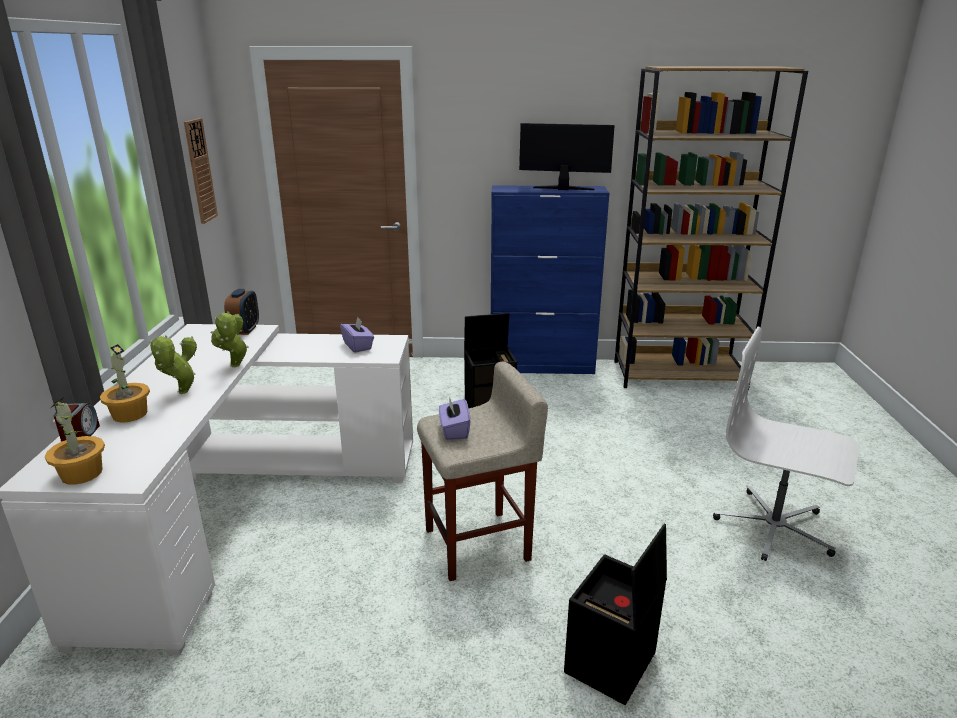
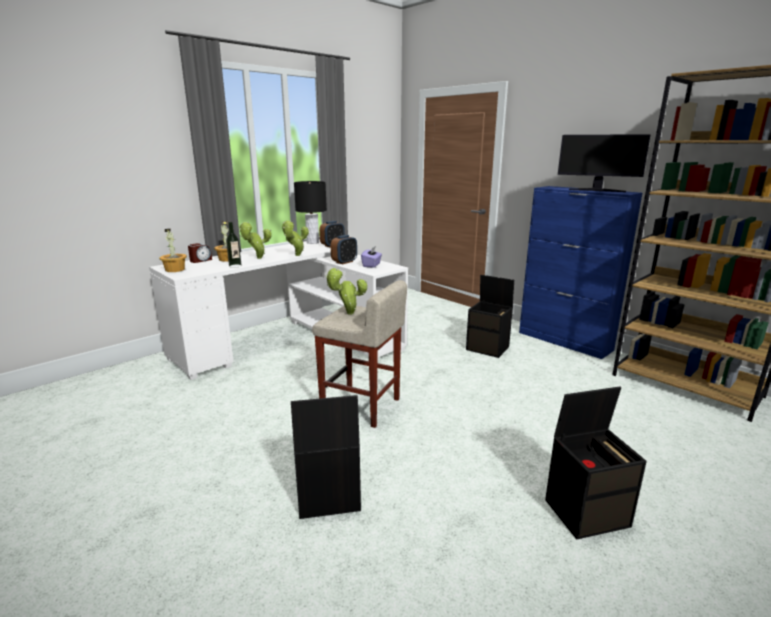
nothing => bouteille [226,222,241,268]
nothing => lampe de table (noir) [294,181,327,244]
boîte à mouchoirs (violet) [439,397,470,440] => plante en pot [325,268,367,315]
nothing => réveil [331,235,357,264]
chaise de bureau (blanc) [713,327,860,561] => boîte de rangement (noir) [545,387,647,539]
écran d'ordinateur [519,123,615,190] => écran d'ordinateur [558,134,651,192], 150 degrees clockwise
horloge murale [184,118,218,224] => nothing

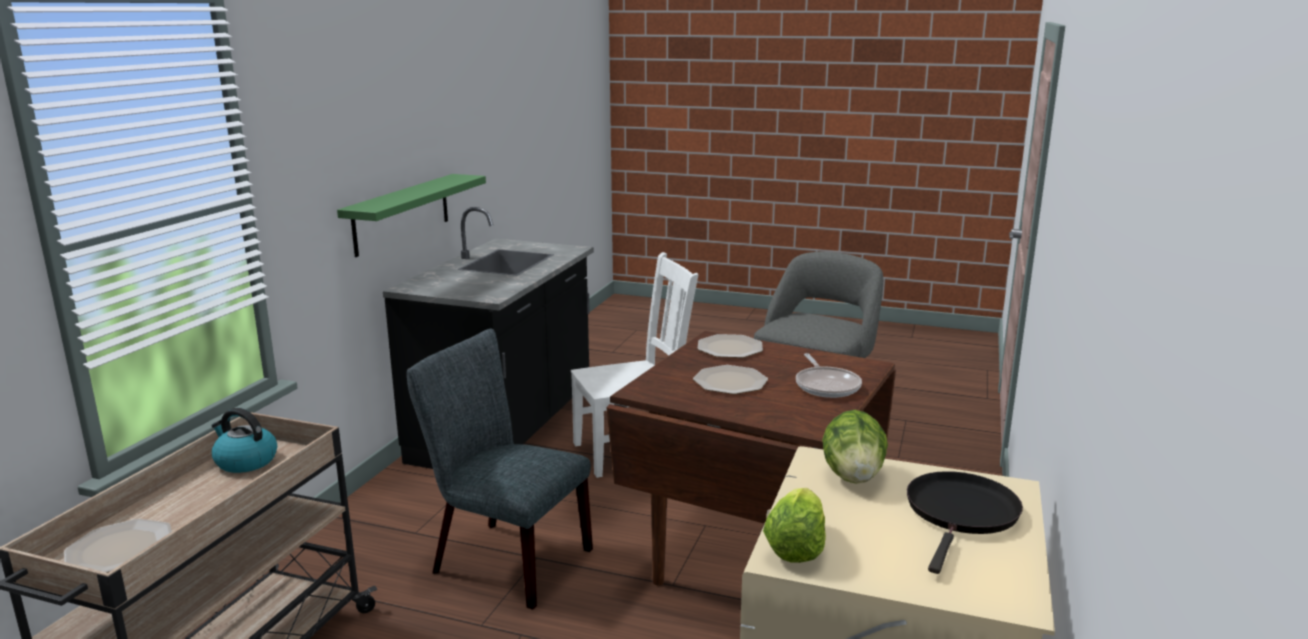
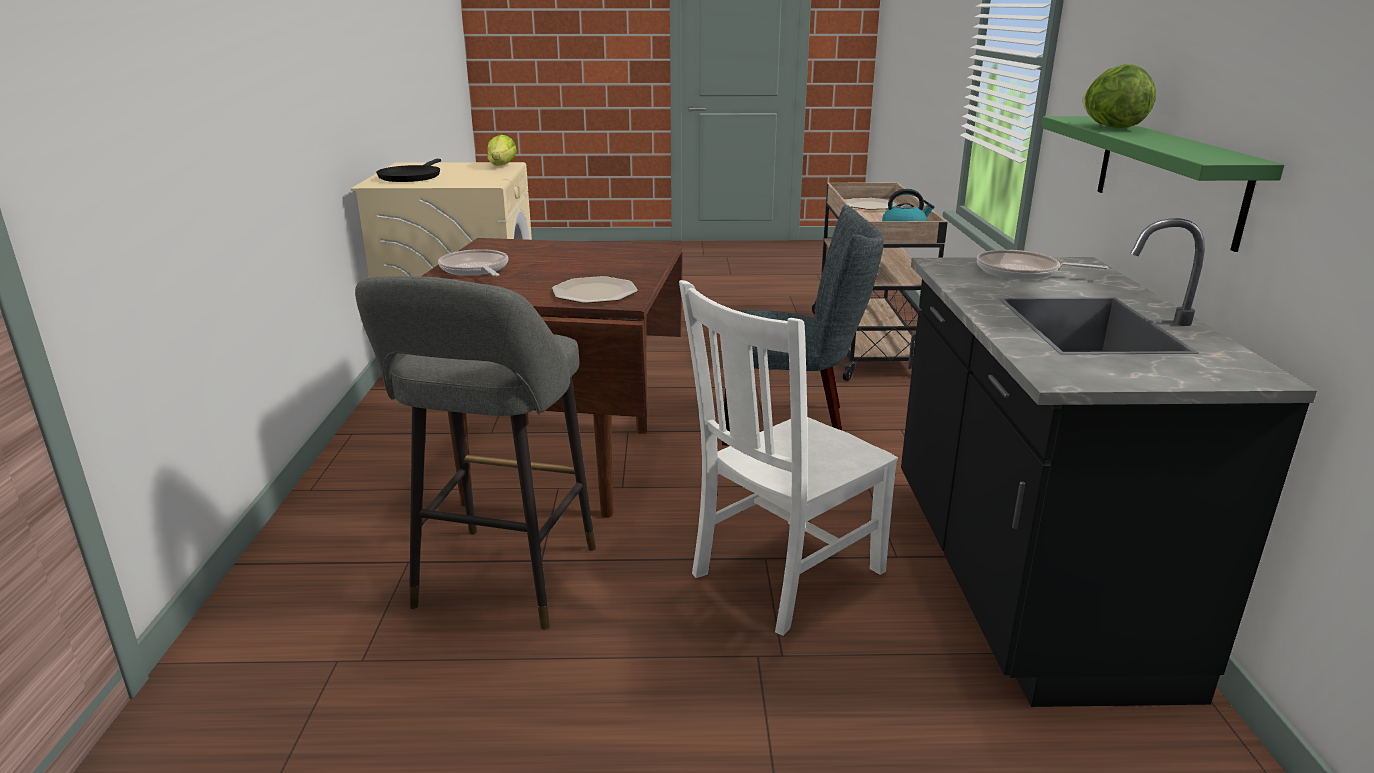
nothing => poêle [977,250,1109,280]
laitue [822,410,888,484] => laitue [1082,64,1156,128], relocated
assiette [693,365,768,394] => nothing

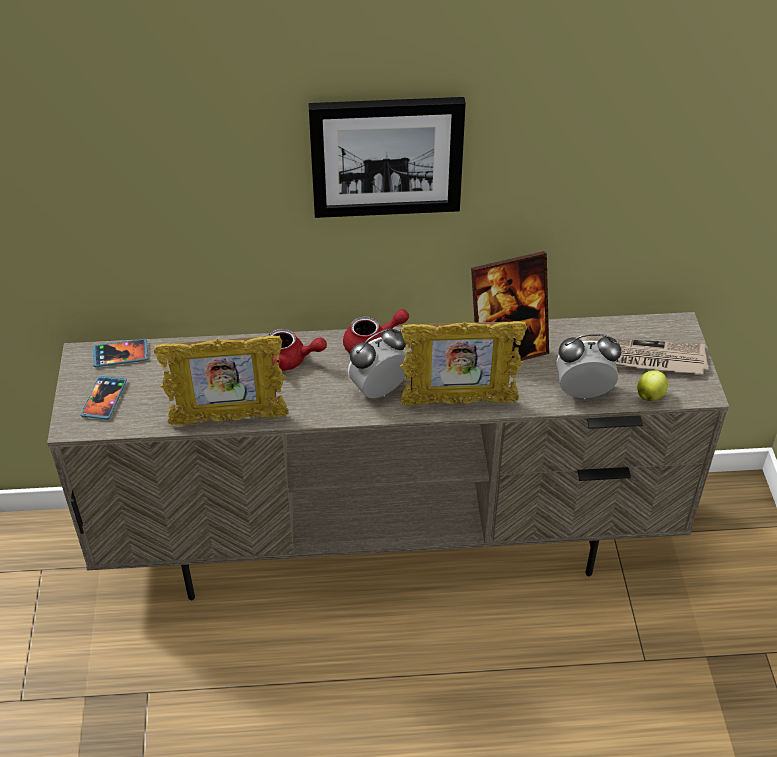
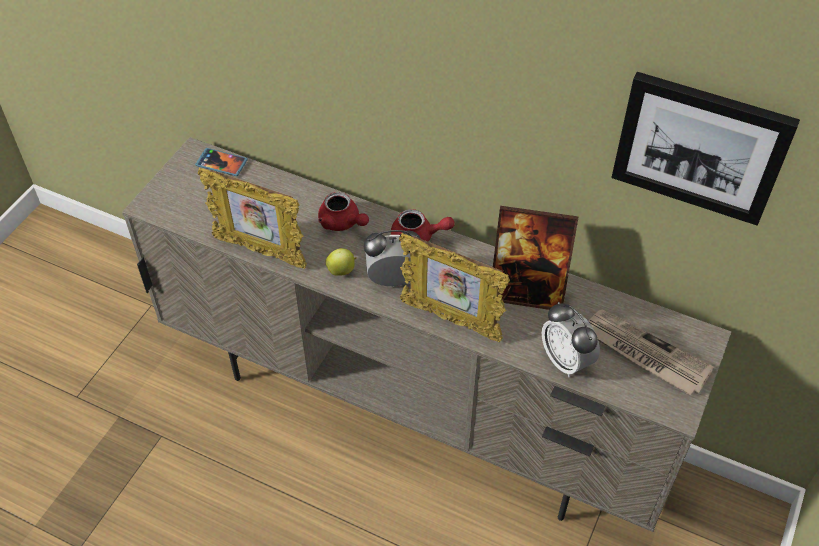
pomme [637,370,668,401] => pomme [325,248,357,276], relocated
réveil [557,334,621,399] => réveil [542,302,600,377], 150 degrees counterclockwise
tableau [309,97,466,218] => tableau [611,72,800,226], relocated
téléphone [81,376,127,420] => nothing

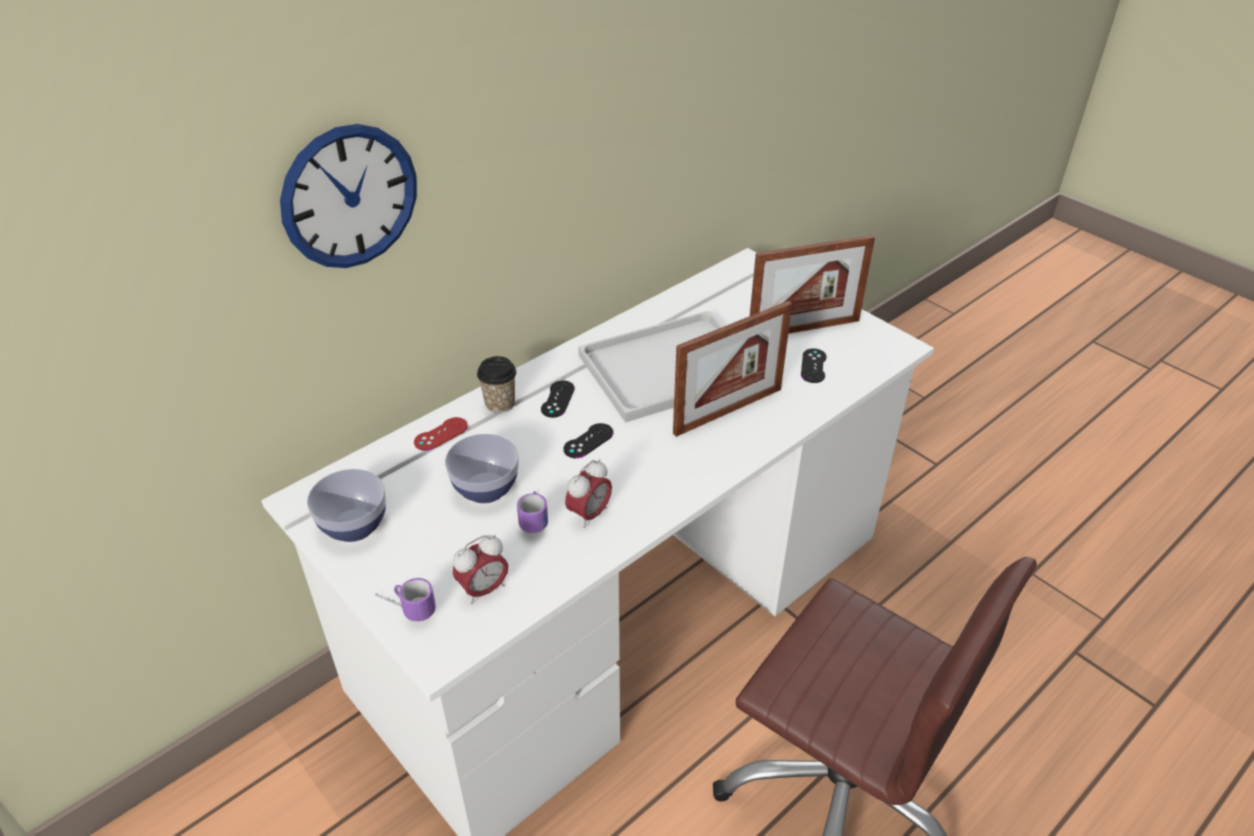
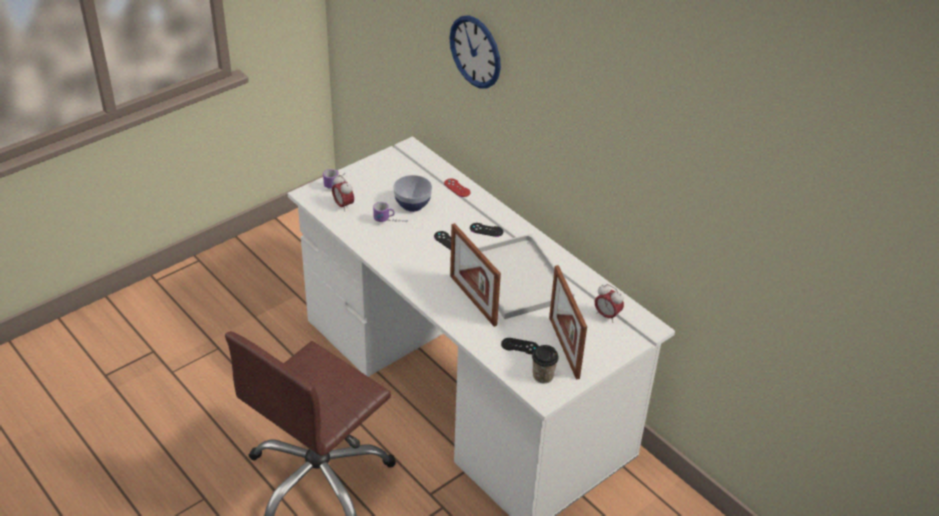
tasse [477,356,516,413] => tasse [532,345,559,383], relocated
réveil [565,459,612,528] => réveil [595,284,624,323], relocated
bol [307,469,386,542] => nothing

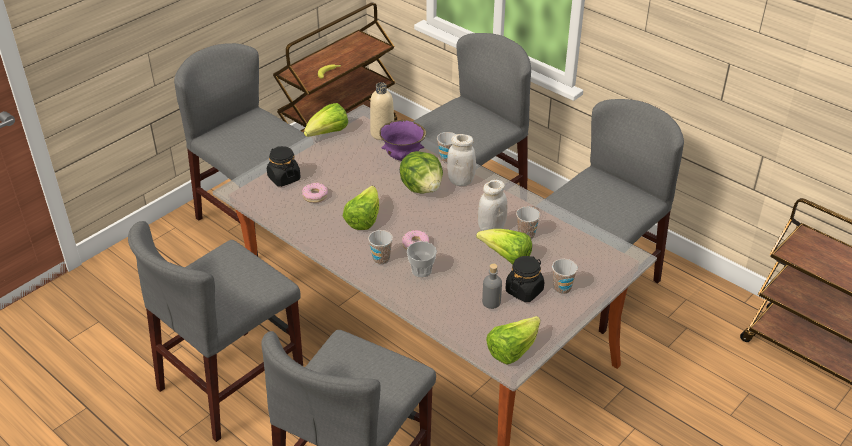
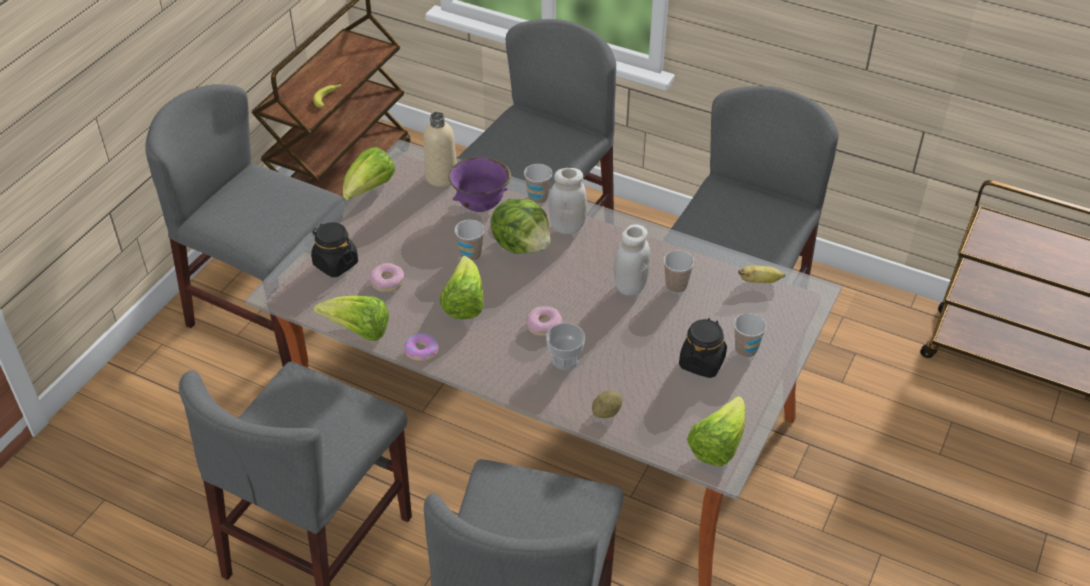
laitue [476,229,532,265] => laitue [314,296,389,341], relocated
nothing => beignet [404,333,439,361]
tasse [368,230,393,264] => tasse [454,220,484,261], relocated
nothing => pomme de terre [592,391,622,418]
nothing => banane [738,265,786,283]
bouteille (gris) [482,263,502,309] => nothing

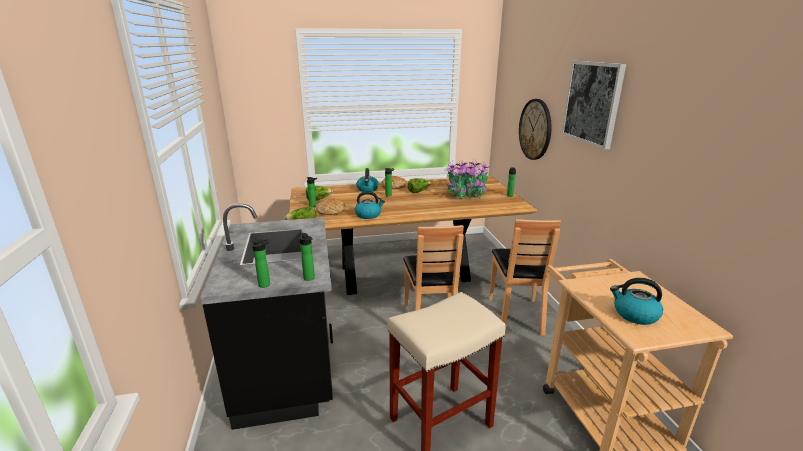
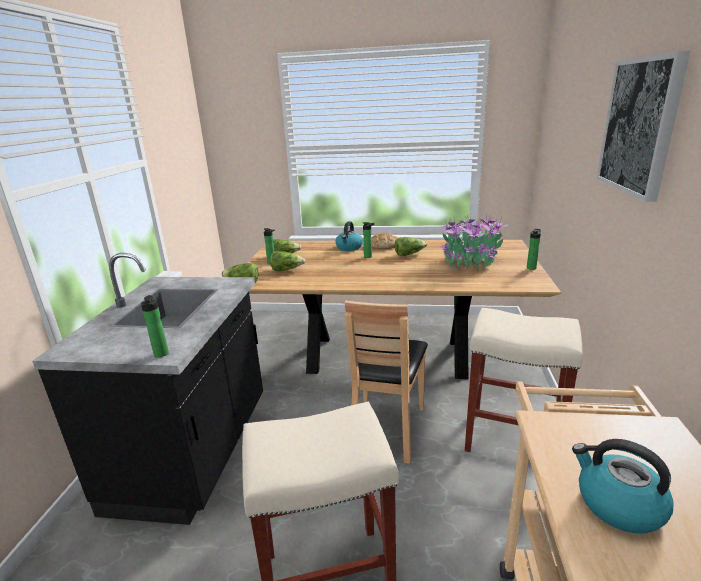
pain [316,198,345,215] => laitue [270,251,305,271]
chaise (marron) [489,219,561,336] => tabouret (beige) [465,308,583,452]
bouteille [251,239,270,288] => nothing
bouilloire [355,191,385,219] => nothing
horloge murale [519,99,551,160] => nothing

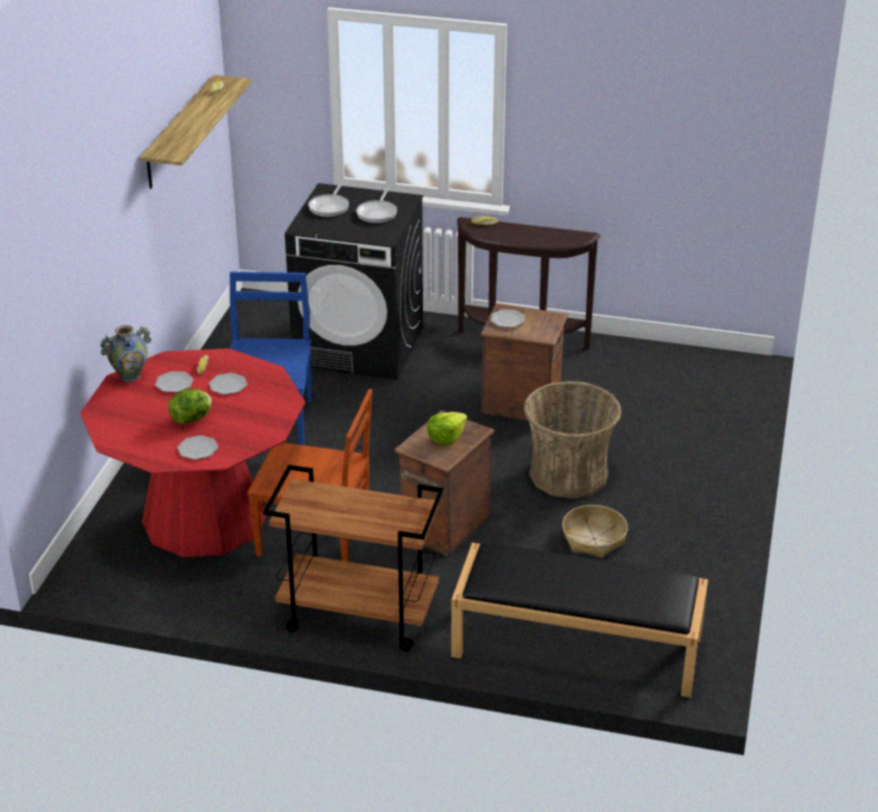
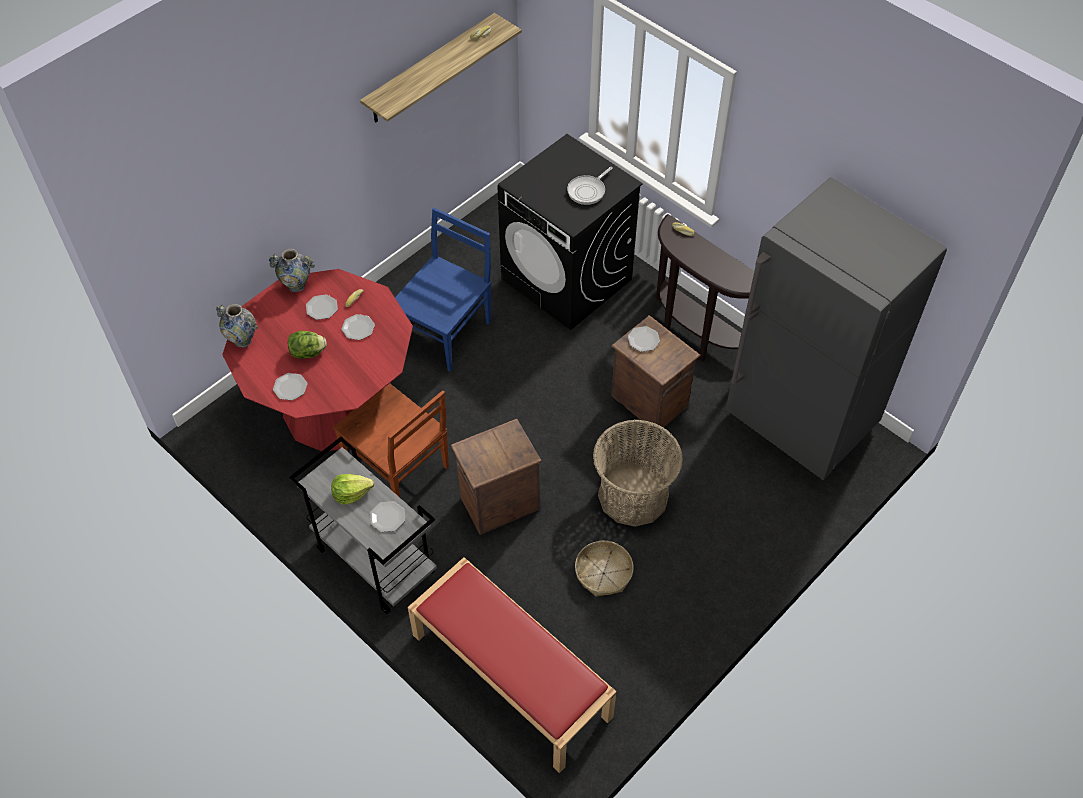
nothing => vase [216,304,258,348]
chariot (marron) [263,465,444,651] => chariot (gris) [289,437,437,614]
laitue [427,412,467,446] => laitue [331,474,374,505], relocated
nothing => assiette [370,501,405,532]
banc (noir) [451,543,708,698] => banc (rouge) [408,557,617,773]
nothing => réfrigérateur (gris) [726,177,947,480]
poêle [308,184,349,217] => nothing

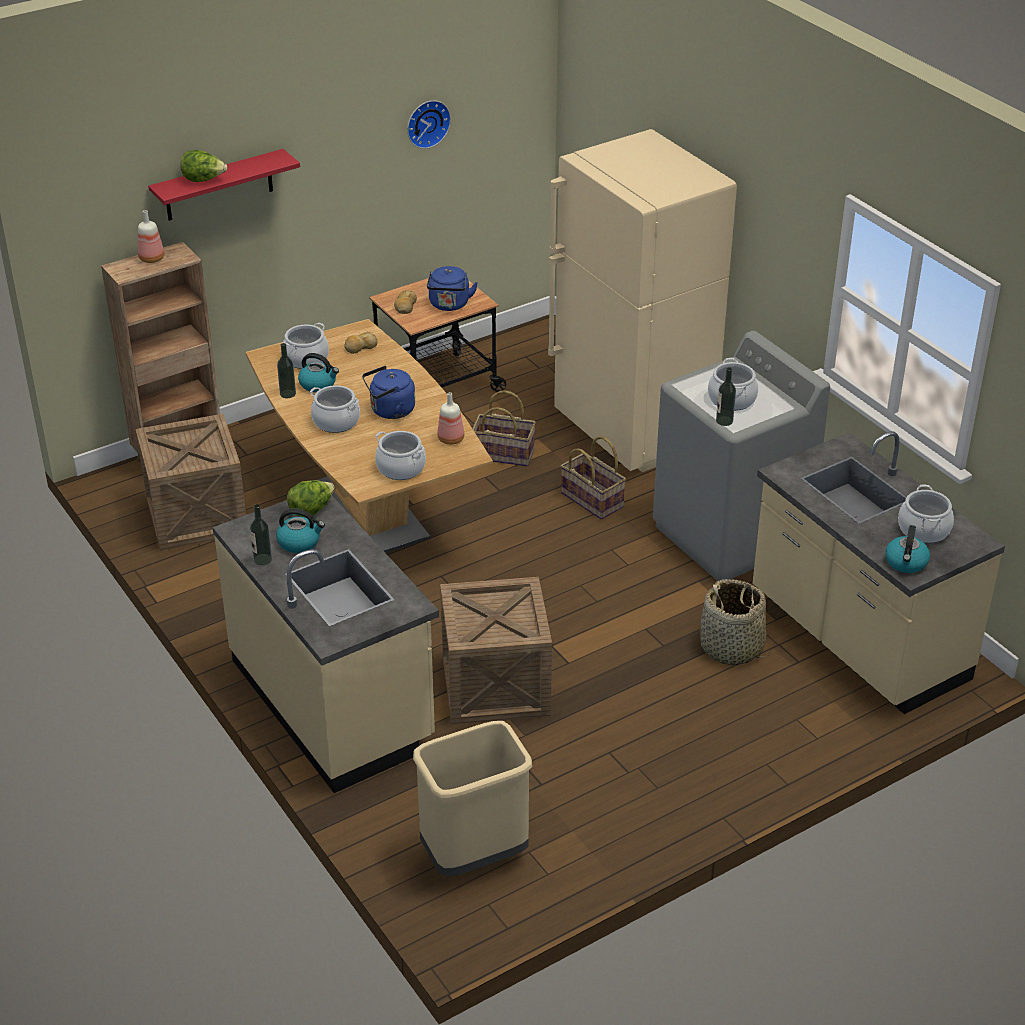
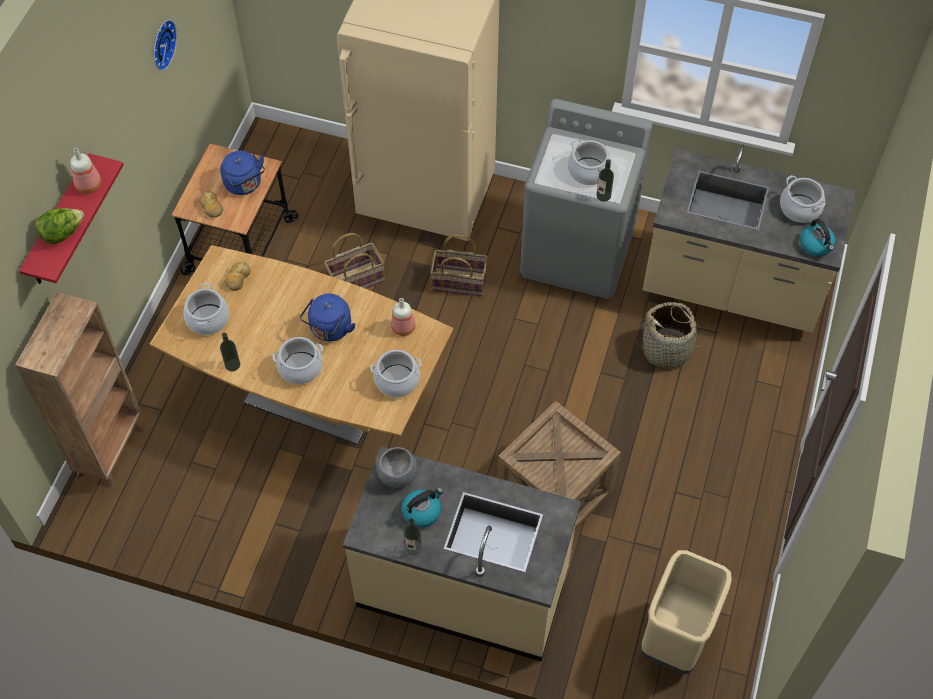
bouteille [138,210,164,263] => bouteille [70,148,101,194], relocated
laitue [287,480,335,517] => bol (gris) [376,447,418,488]
caisse [136,414,246,551] => nothing
bouilloire [298,353,339,393] => nothing

